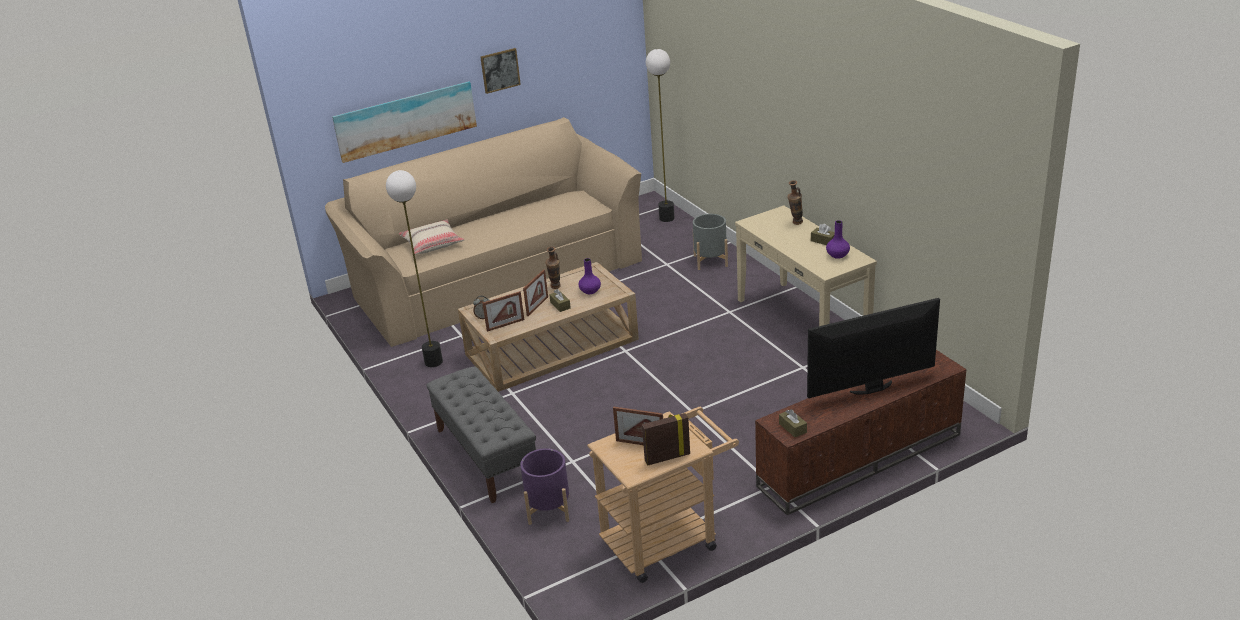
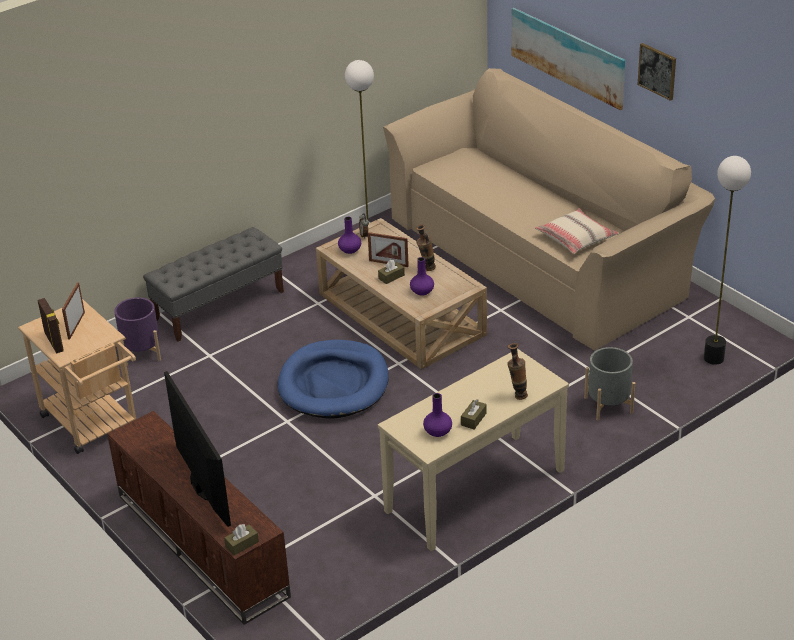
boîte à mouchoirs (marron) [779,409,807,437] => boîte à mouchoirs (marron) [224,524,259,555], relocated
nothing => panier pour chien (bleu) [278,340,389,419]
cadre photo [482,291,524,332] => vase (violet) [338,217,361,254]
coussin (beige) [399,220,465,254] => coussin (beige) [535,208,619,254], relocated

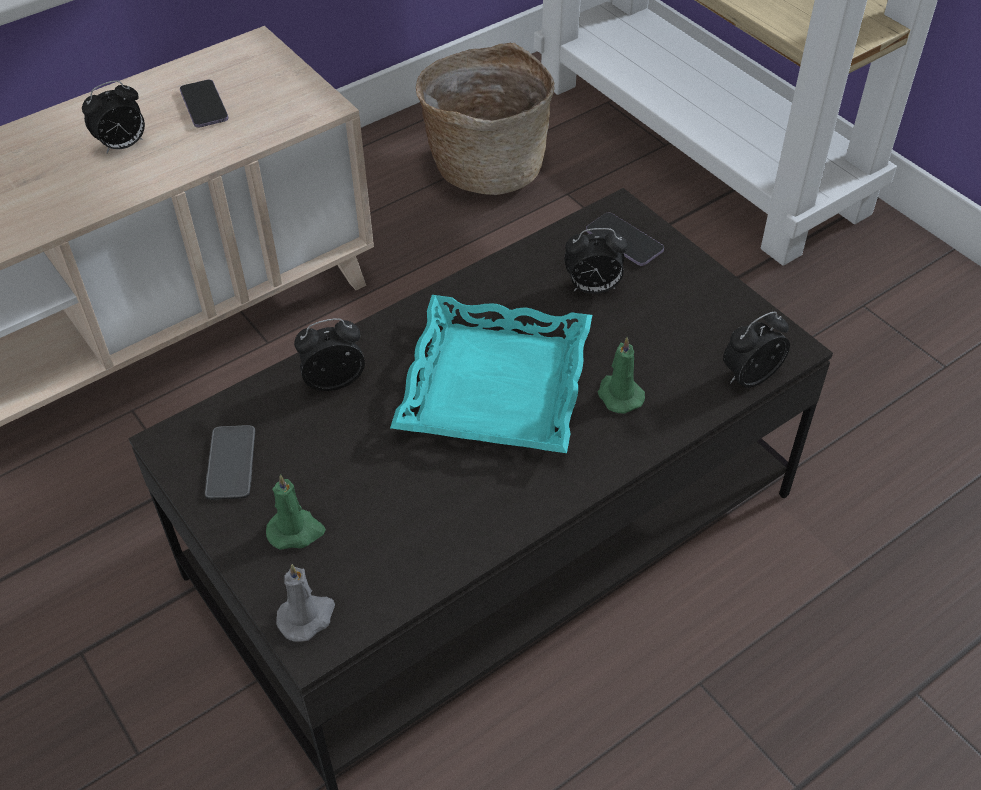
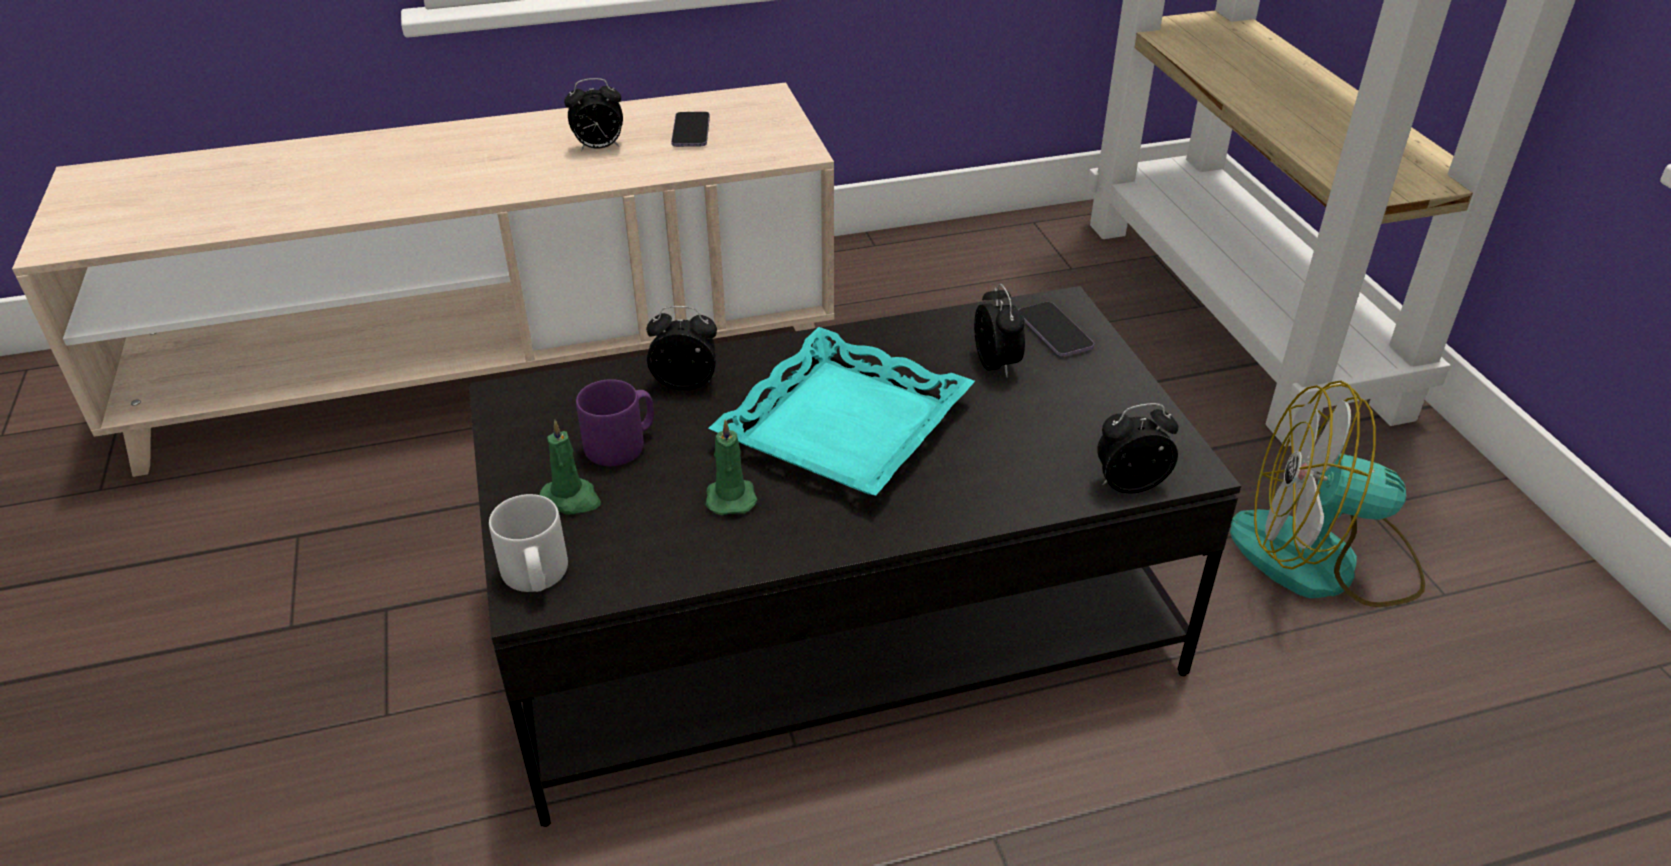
bougie (gris) [276,564,335,642] => mug (gris) [489,494,568,592]
nothing => mug (violet) [576,379,654,466]
bougie (vert) [598,337,645,414] => bougie (vert) [706,419,757,515], relocated
réveil [564,228,628,294] => réveil [974,283,1025,378], 120 degrees counterclockwise
nothing => ventilateur [1230,380,1425,607]
téléphone [205,425,255,500] => nothing
panier [416,42,555,195] => nothing

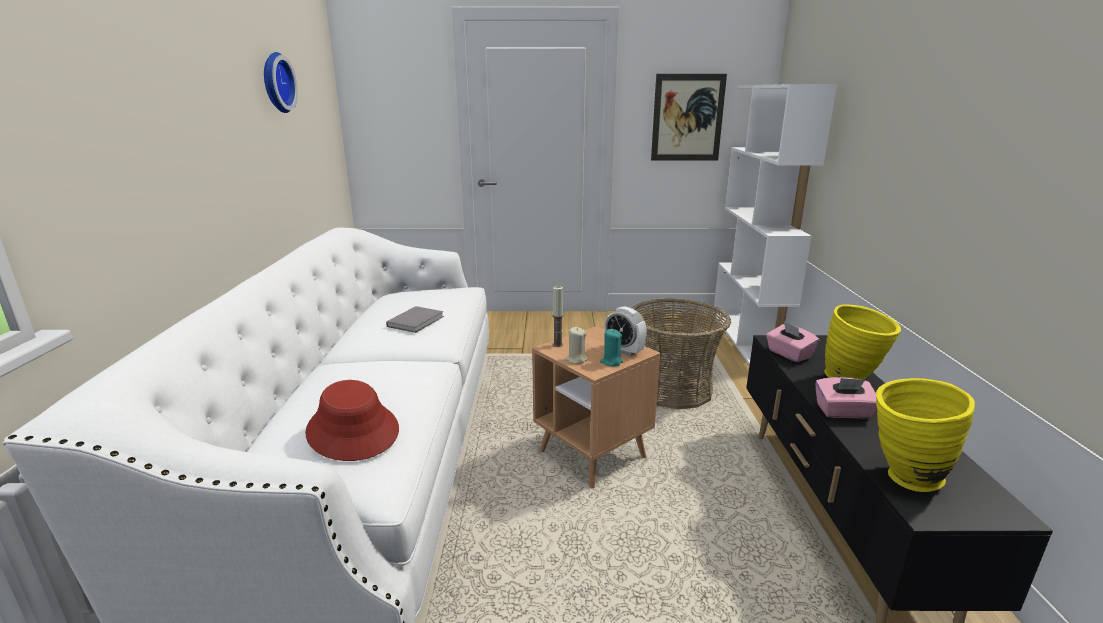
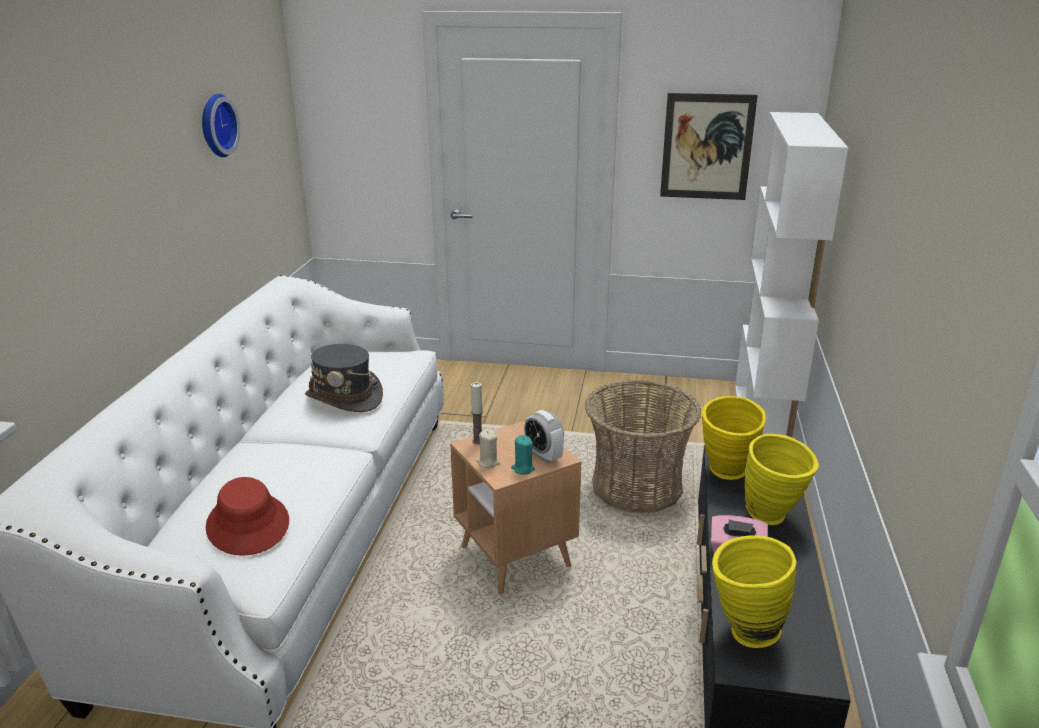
livre (gris) [386,306,444,333] => chapeau (gris) [305,344,383,412]
boîte à mouchoirs (rose) [766,322,819,362] => vase (jaune) [702,396,766,480]

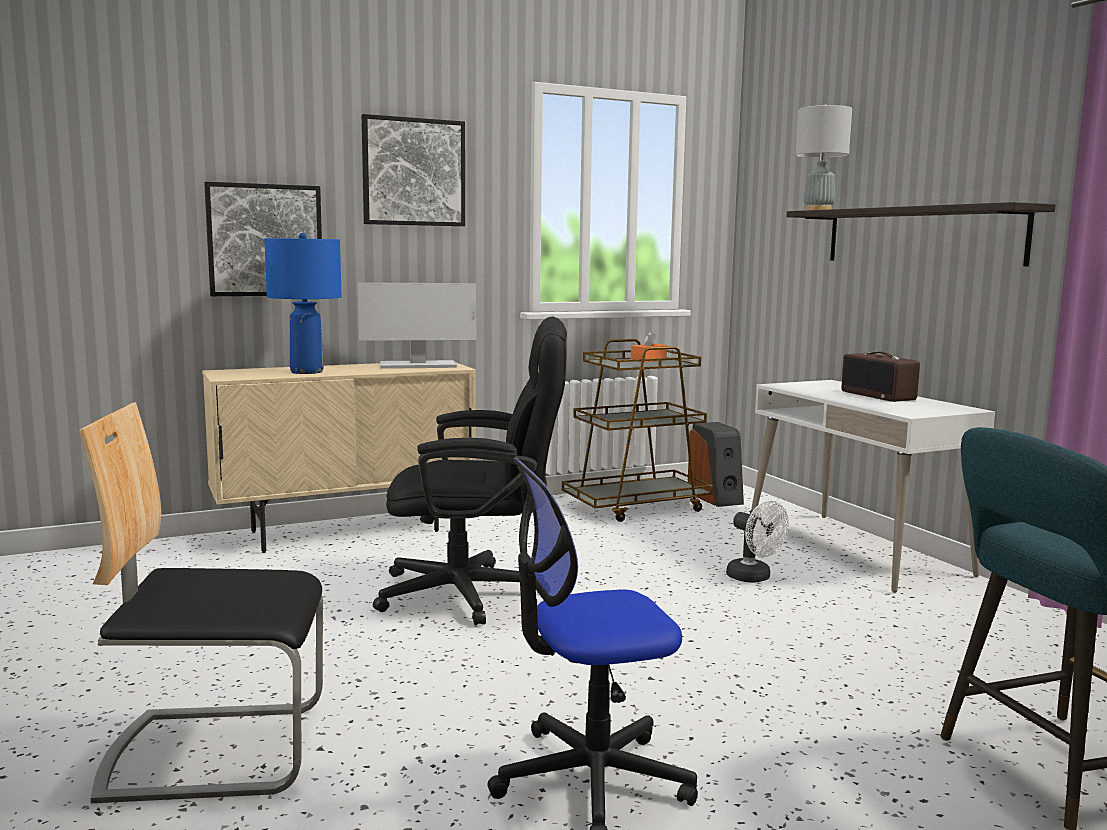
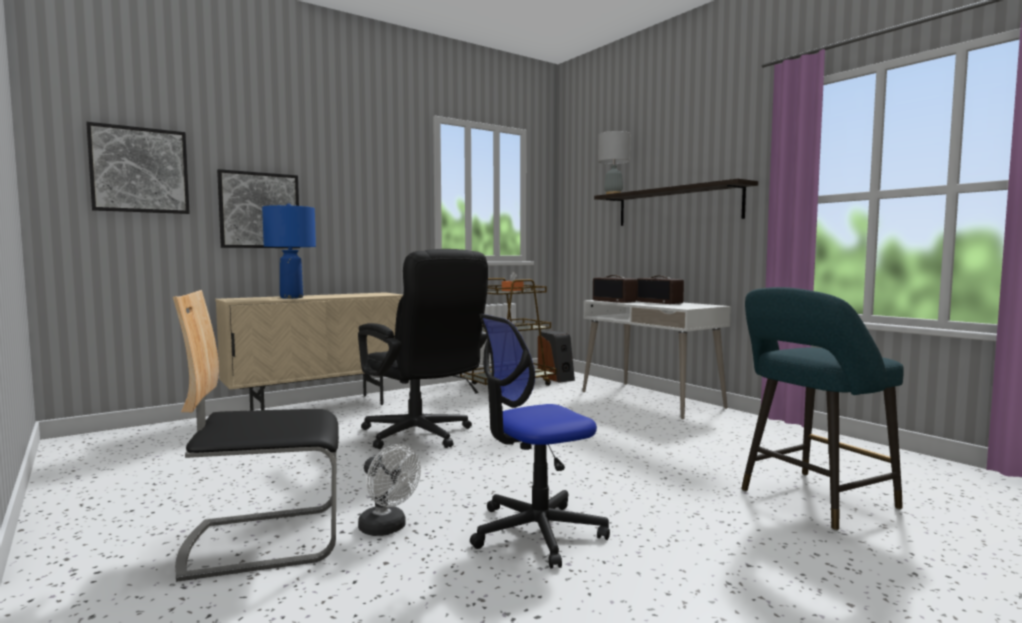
tableau [362,114,465,226] => tableau [86,122,190,214], relocated
chaise de bureau (noir) [373,316,567,625] => chaise de bureau (noir) [358,249,488,449], 60 degrees clockwise
ventilateur (blanc) [726,501,789,583] => ventilateur (blanc) [358,444,421,536], relocated
nothing => radio [593,275,637,303]
écran d'ordinateur [358,282,476,369] => nothing

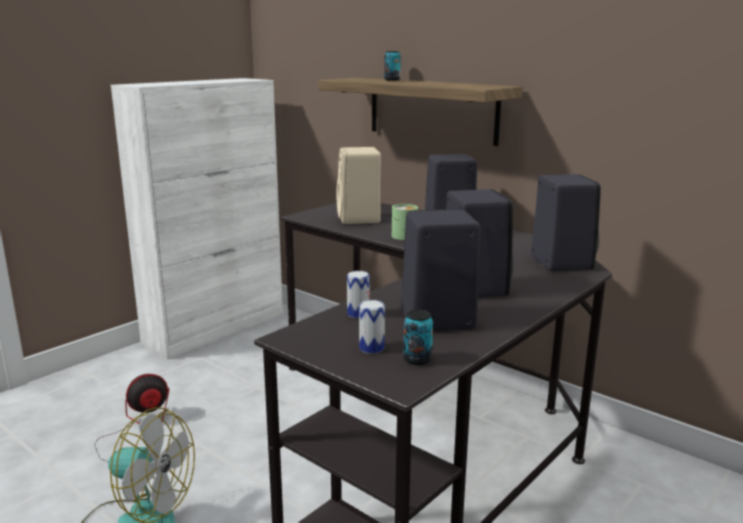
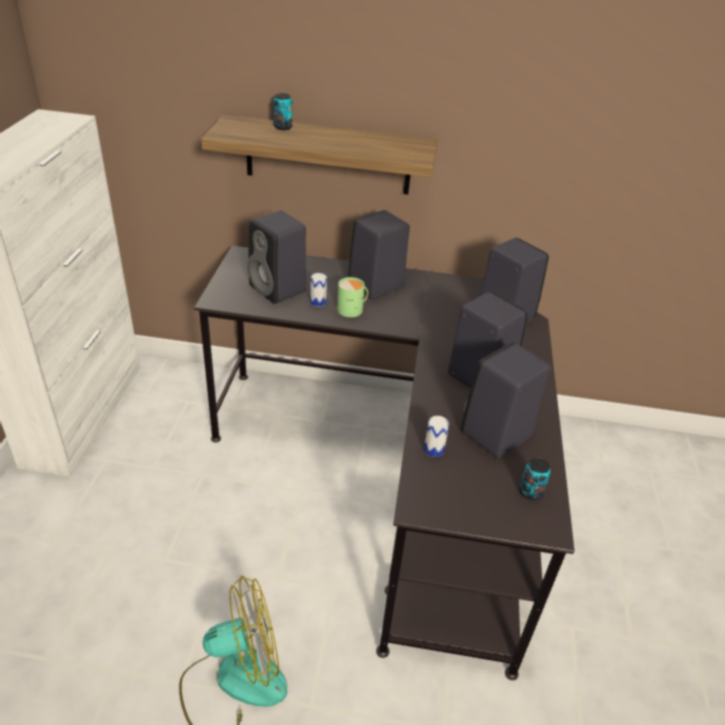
enceinte (beige) [336,147,381,224] => enceinte (noir) [247,211,306,304]
boîte métallique [359,300,385,354] => boîte métallique [310,273,327,307], relocated
ventilateur [94,374,169,462] => nothing

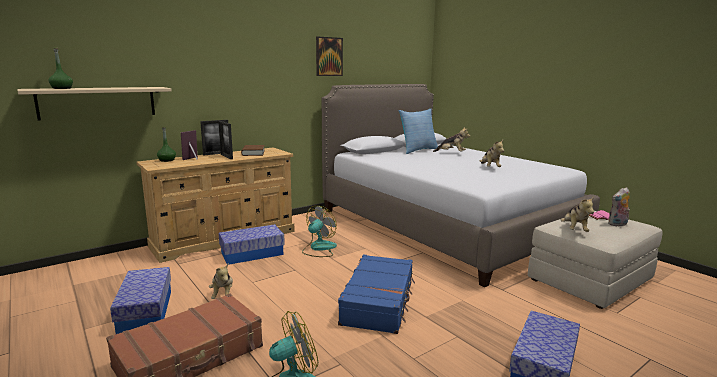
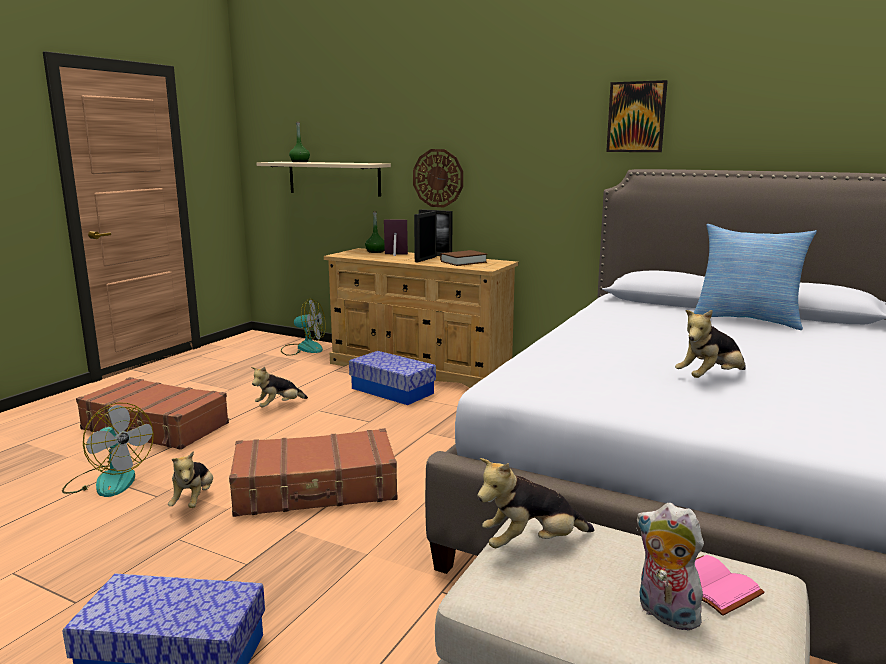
peluche [433,127,470,152] => peluche [168,451,213,508], relocated
valise (bleu) [338,254,415,334] => valise (marron) [229,428,397,517]
ventilateur [302,206,337,257] => ventilateur [281,299,326,356], relocated
nothing => horloge murale [413,149,463,207]
boîte de rangement [110,267,171,334] => nothing

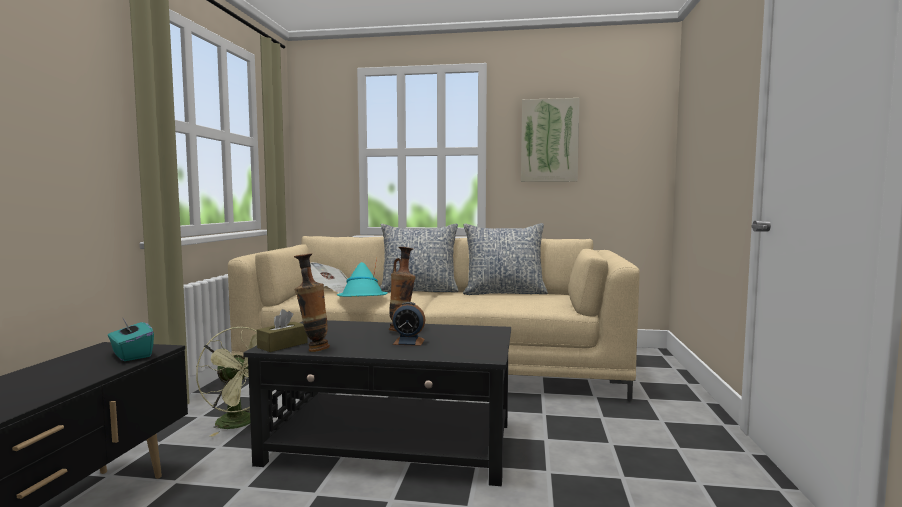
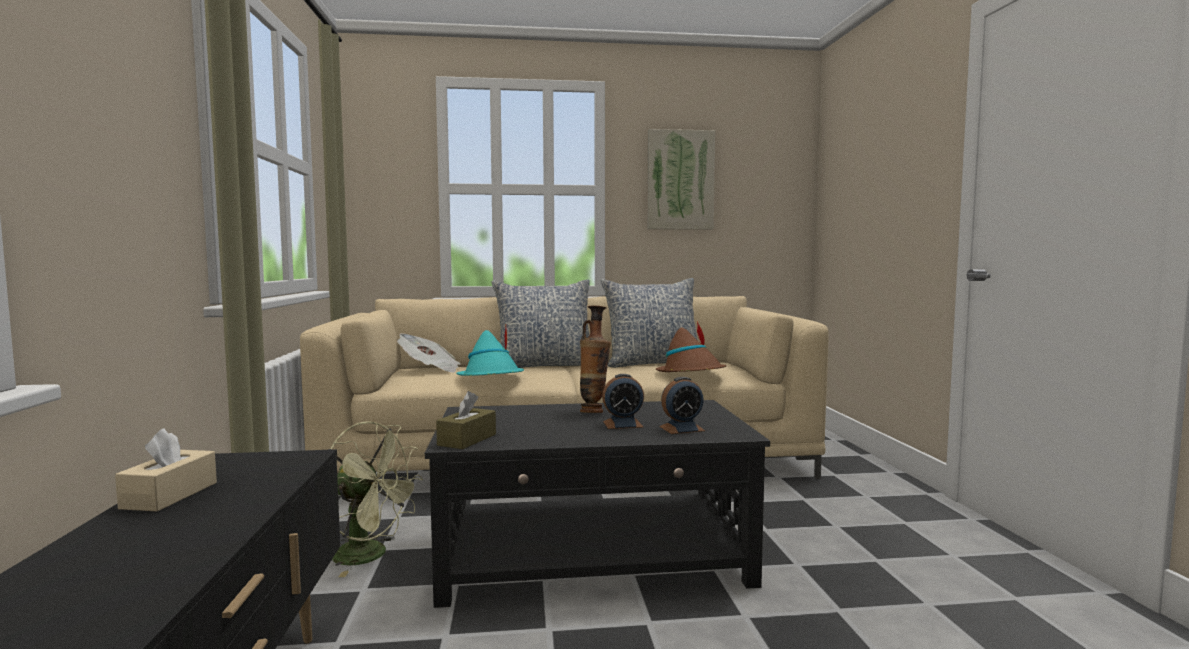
nothing => boîte à mouchoirs (beige) [115,428,217,511]
nothing => chapeau (marron) [656,321,726,372]
nothing => réveil [659,377,705,434]
boîte à mouchoirs (turquoise) [108,317,154,361] => nothing
vase [294,253,330,352] => nothing

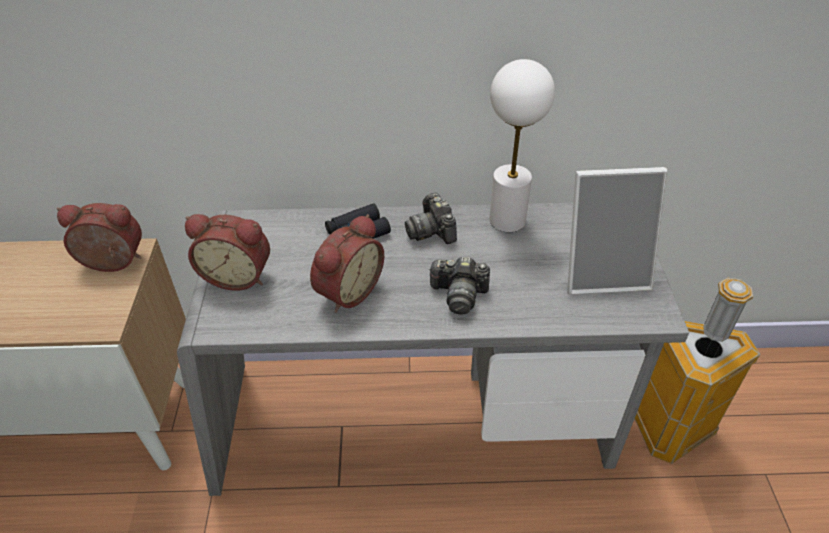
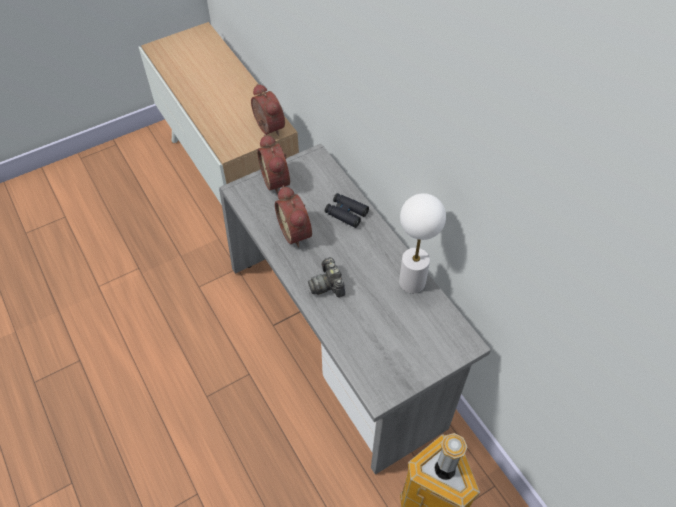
réveil [310,214,384,313] => réveil [275,186,312,248], 60 degrees clockwise
appareil photo [405,192,457,244] => nothing
cadre photo [567,167,668,295] => nothing

